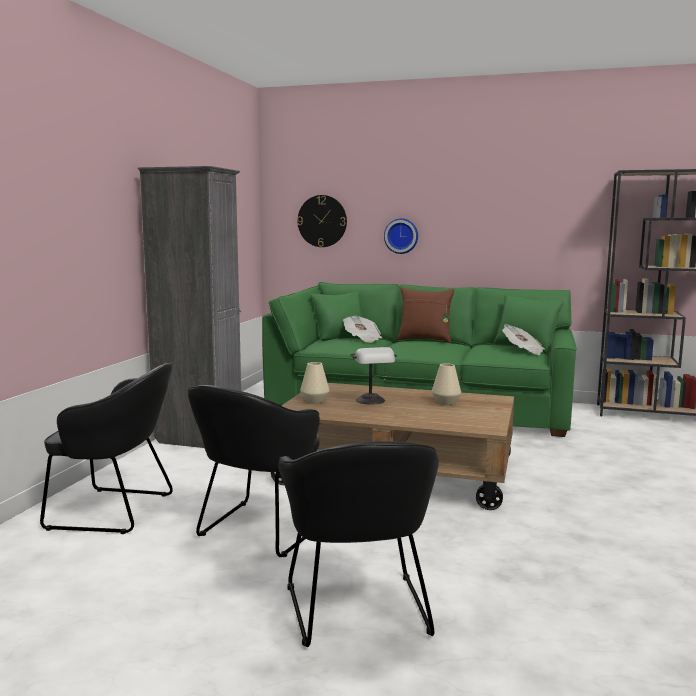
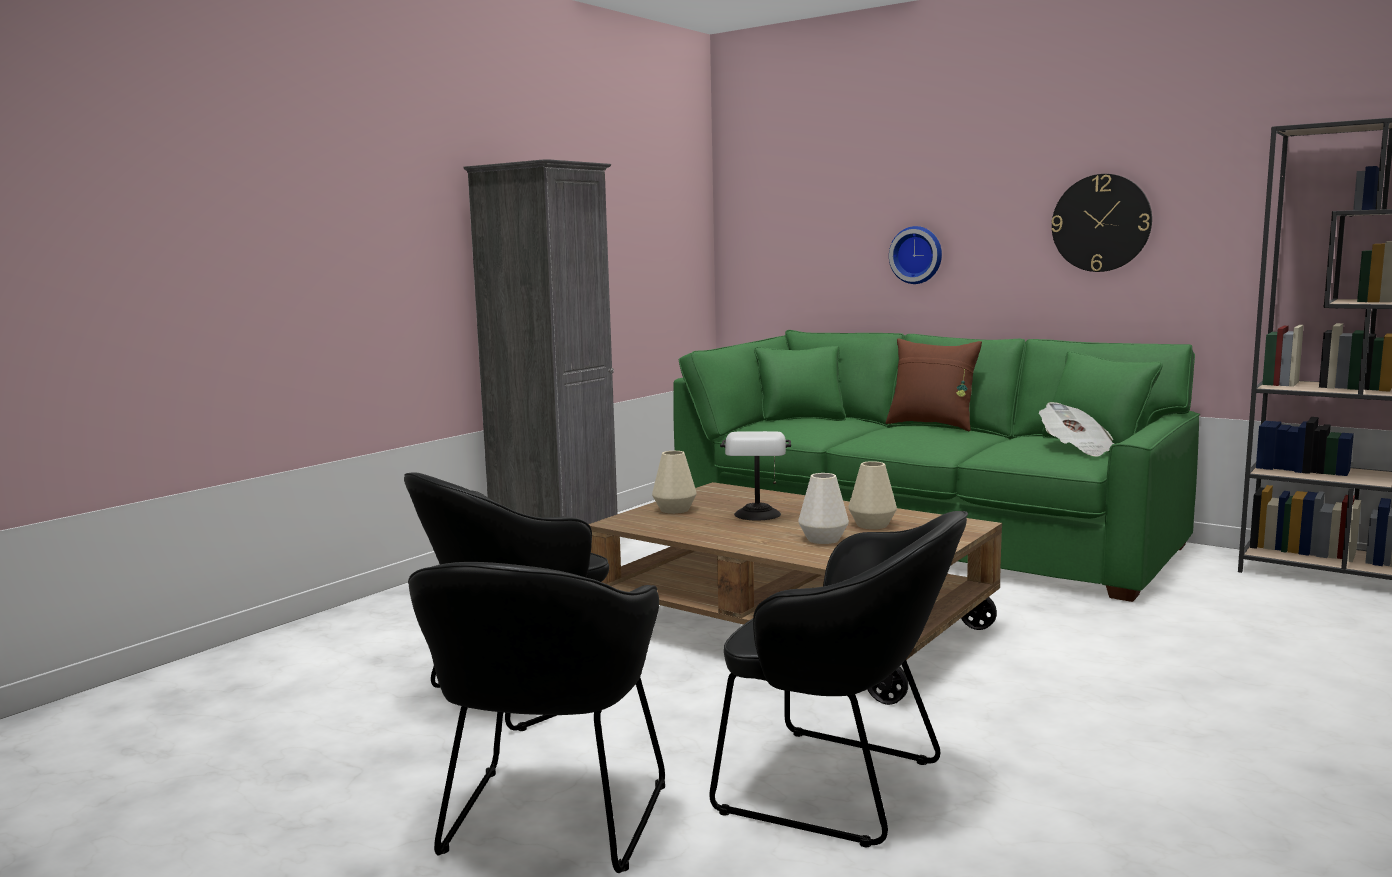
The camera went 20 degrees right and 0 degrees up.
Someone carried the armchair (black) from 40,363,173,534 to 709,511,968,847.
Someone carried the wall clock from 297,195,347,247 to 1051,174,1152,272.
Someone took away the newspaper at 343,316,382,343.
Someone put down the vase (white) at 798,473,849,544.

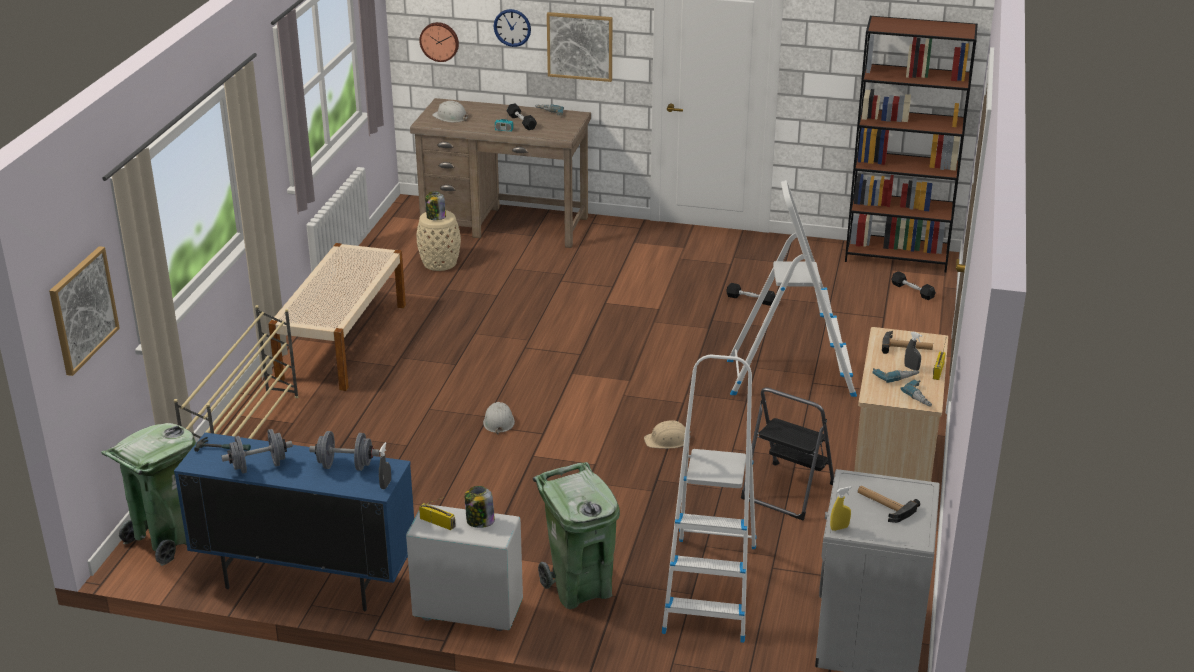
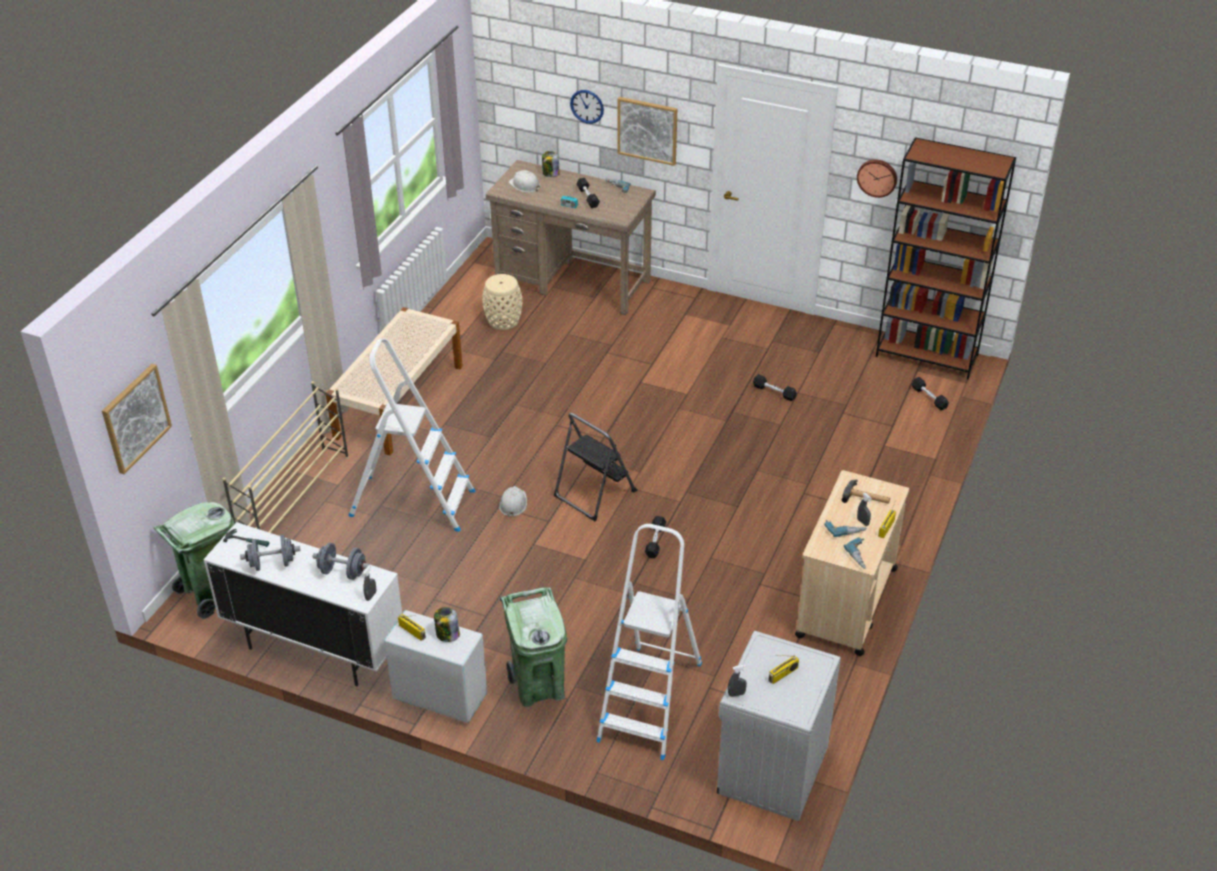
The camera went 10 degrees right and 10 degrees up.
Someone repainted the cabinet (blue) at 174,432,414,611, which became the cabinet (white) at 203,522,402,687.
Someone carried the wall clock from 419,22,459,62 to 857,160,897,198.
Someone carried the jar from 425,191,446,220 to 542,151,560,177.
Someone swapped the hard hat (beige) at 644,420,691,449 for the dumbbell (black) at 645,516,666,558.
Someone carried the step ladder (white) from 727,180,857,397 to 348,338,476,532.
Someone carried the step ladder (black) from 741,388,834,520 to 554,413,638,521.
Someone repainted the spray bottle (yellow) at 830,486,851,531, which became the spray bottle (grey) at 728,665,747,697.
Someone swapped the hammer at 858,486,920,523 for the radio at 768,655,799,684.

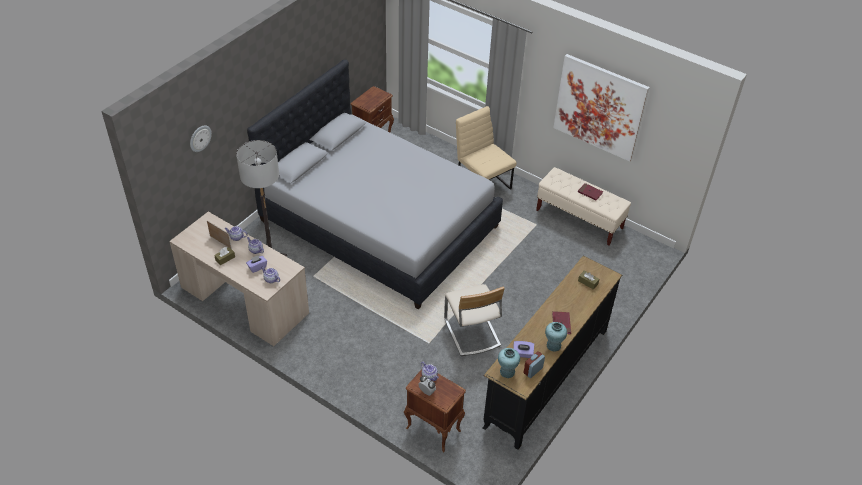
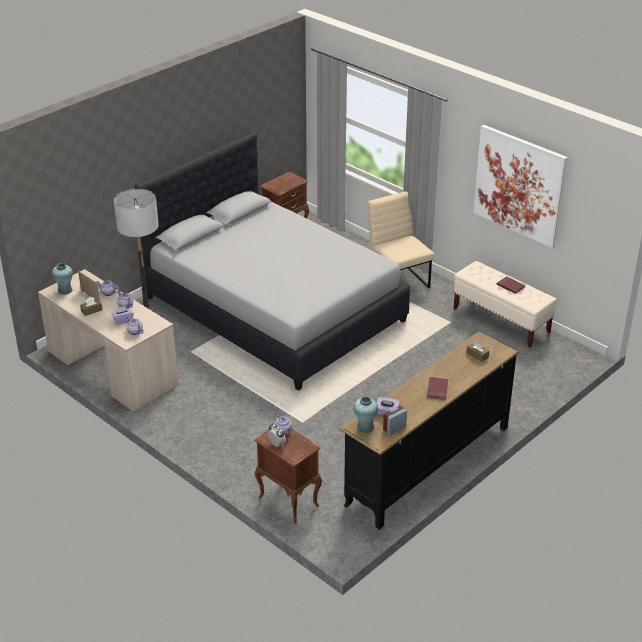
The camera went 10 degrees right and 10 degrees down.
Someone took away the wall clock at 190,126,212,152.
Someone took away the chair (beige) at 444,284,505,356.
Someone carried the vase (turquoise) from 545,322,567,352 to 52,263,73,295.

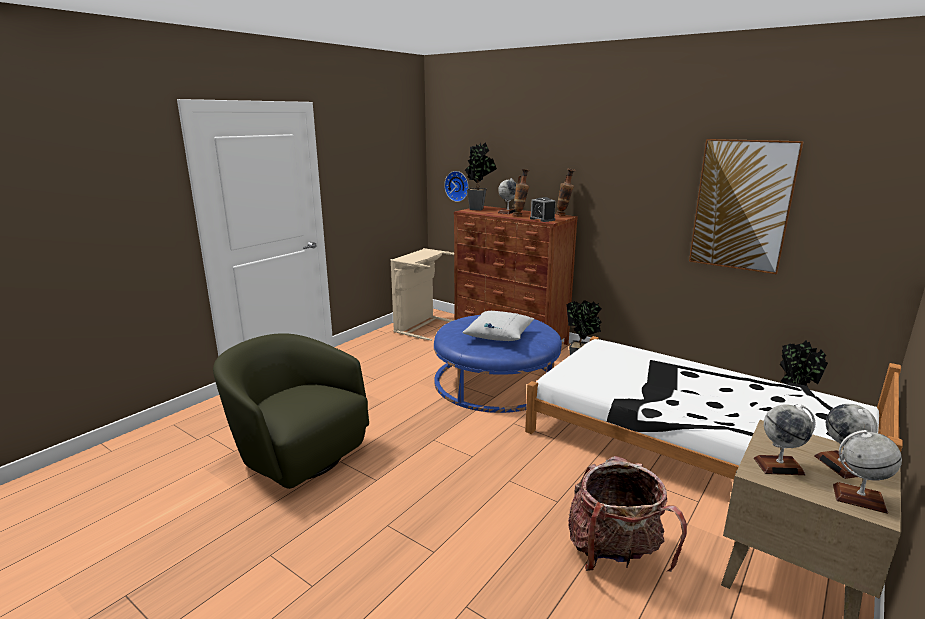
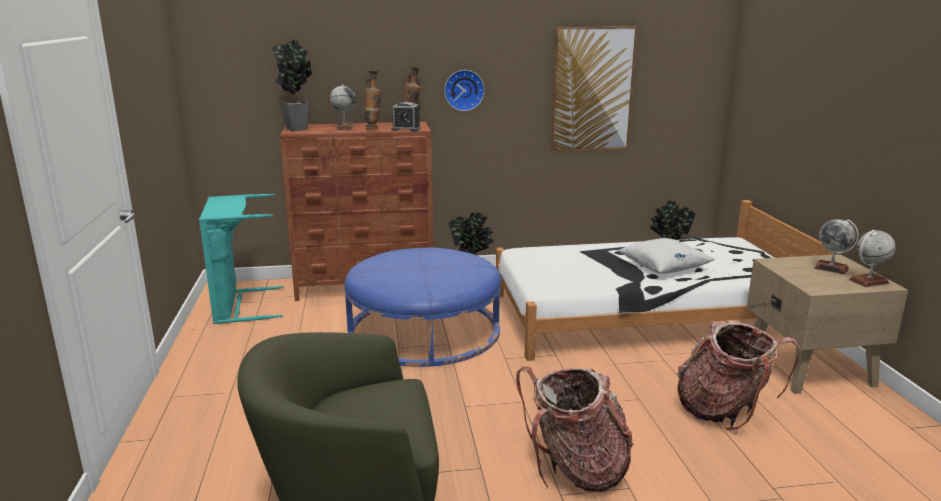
The camera went 45 degrees left and 0 degrees up.
Someone repainted the laundry basket (beige) at 390,248,454,341, which became the laundry basket (turquoise) at 199,194,284,324.
Someone carried the wall clock from 444,171,469,202 to 444,70,485,111.
Someone carried the pillow (grey) from 462,311,534,341 to 619,238,715,274.
Someone took away the globe at 754,404,815,475.
Someone put down the backpack at 516,366,633,492.

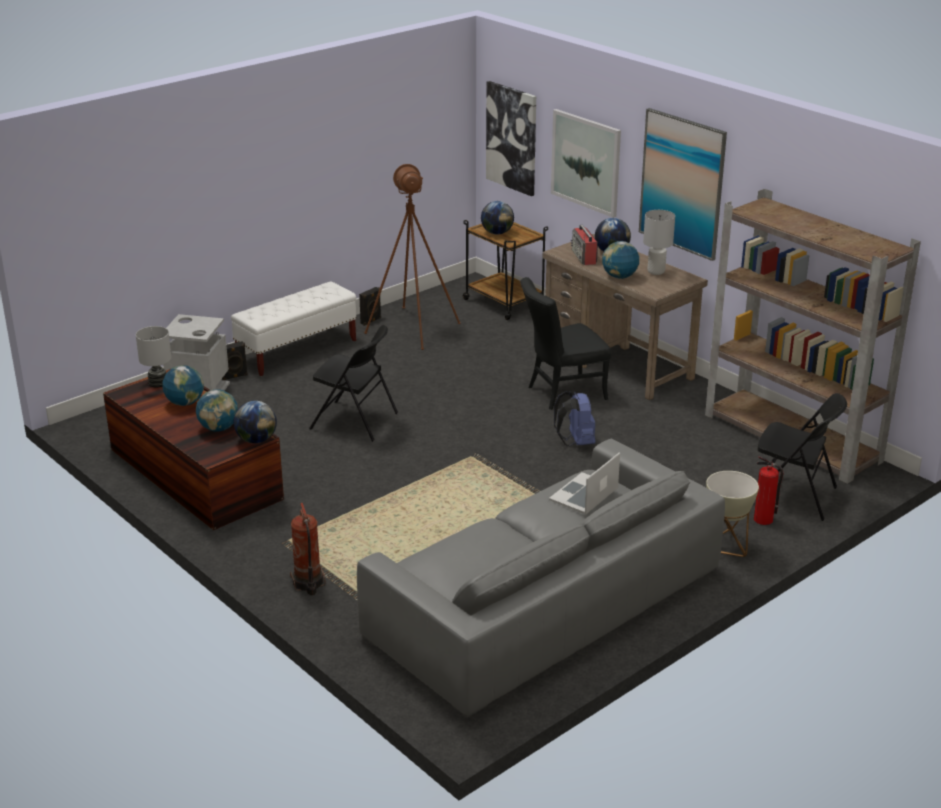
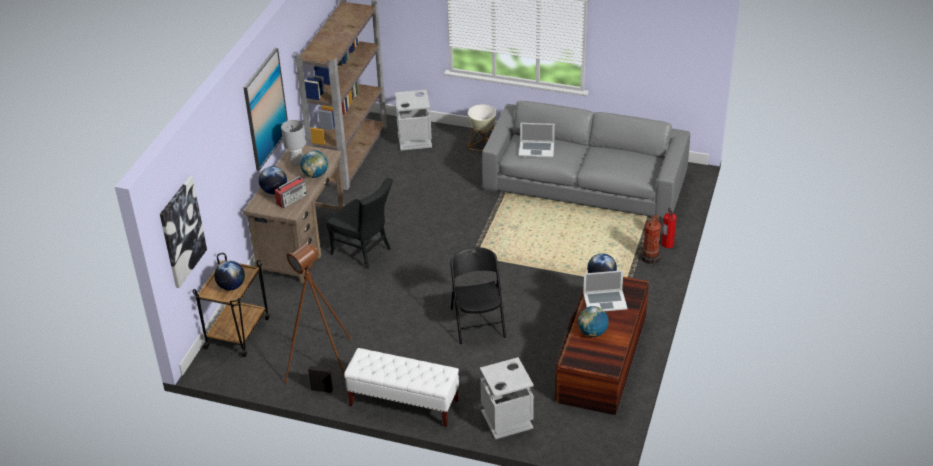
The camera went 120 degrees left and 10 degrees up.
Someone took away the table lamp (grey) at 136,326,172,387.
Someone swapped the globe at 196,389,238,431 for the laptop at 583,270,628,311.
Someone took away the speaker (black) at 222,341,248,380.
Someone took away the picture at 551,109,621,218.
Someone took away the backpack (blue) at 554,391,596,447.
Someone carried the fire extinguisher from 754,456,784,525 to 662,208,677,248.
Someone swapped the chair (black) at 758,393,847,521 for the trash can (grey) at 395,90,432,151.

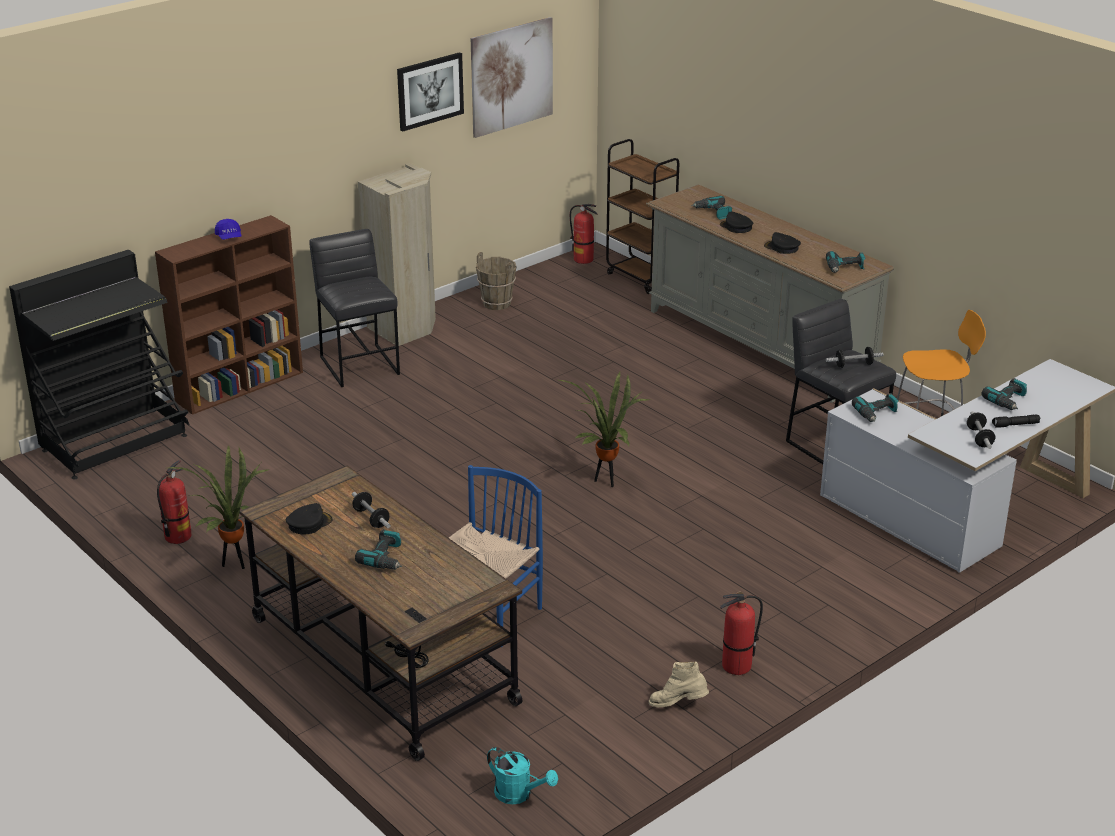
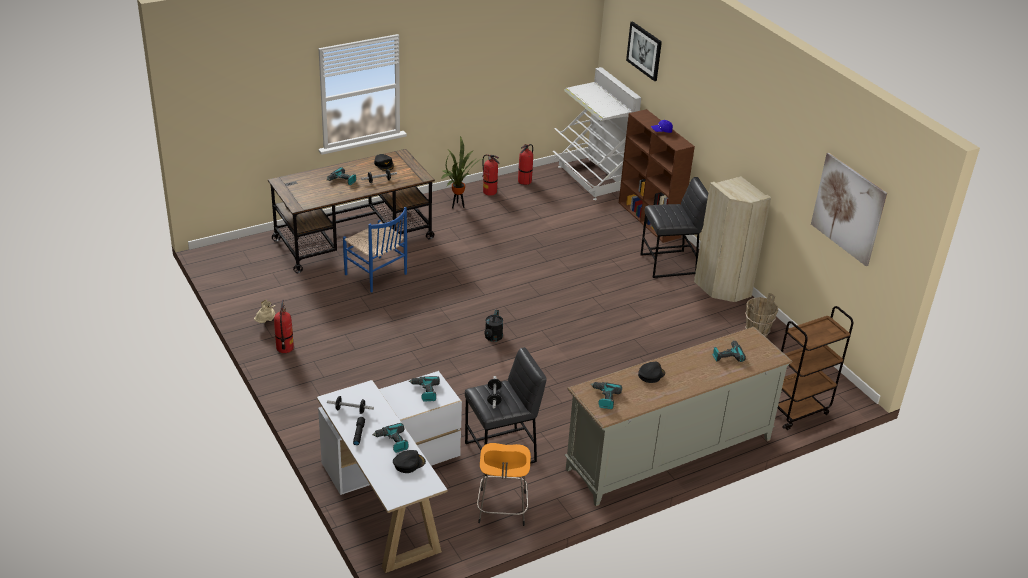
The camera went 100 degrees right and 5 degrees up.
Someone repainted the shoe rack (black) at 9,250,190,479, which became the shoe rack (white) at 553,67,641,200.
Someone carried the picture from 397,52,464,131 to 626,21,662,81.
Someone took away the watering can (turquoise) at 487,747,558,804.
Someone swapped the potted plant at 559,372,650,487 for the watering can (black) at 484,310,503,342.
Someone carried the fire extinguisher from 570,204,598,264 to 518,144,533,185.
Someone carried the cap (black) from 720,211,753,233 to 393,450,426,473.

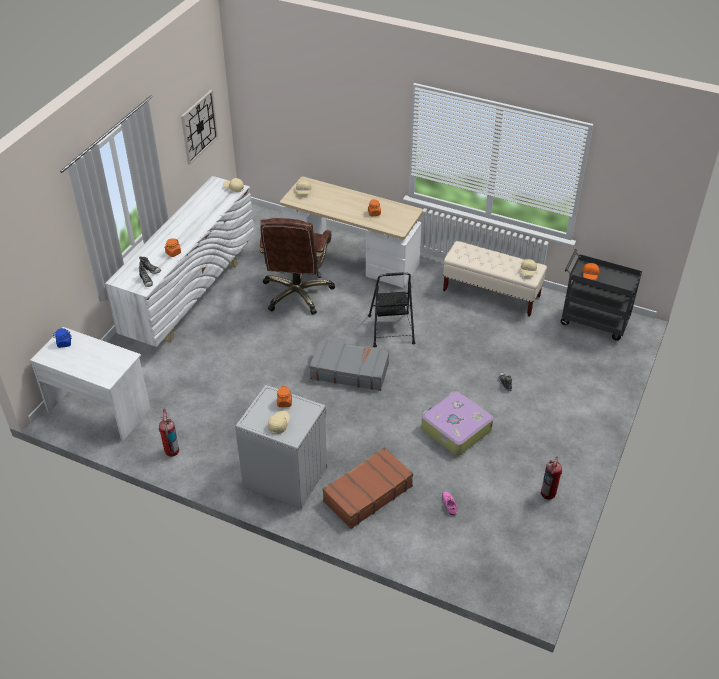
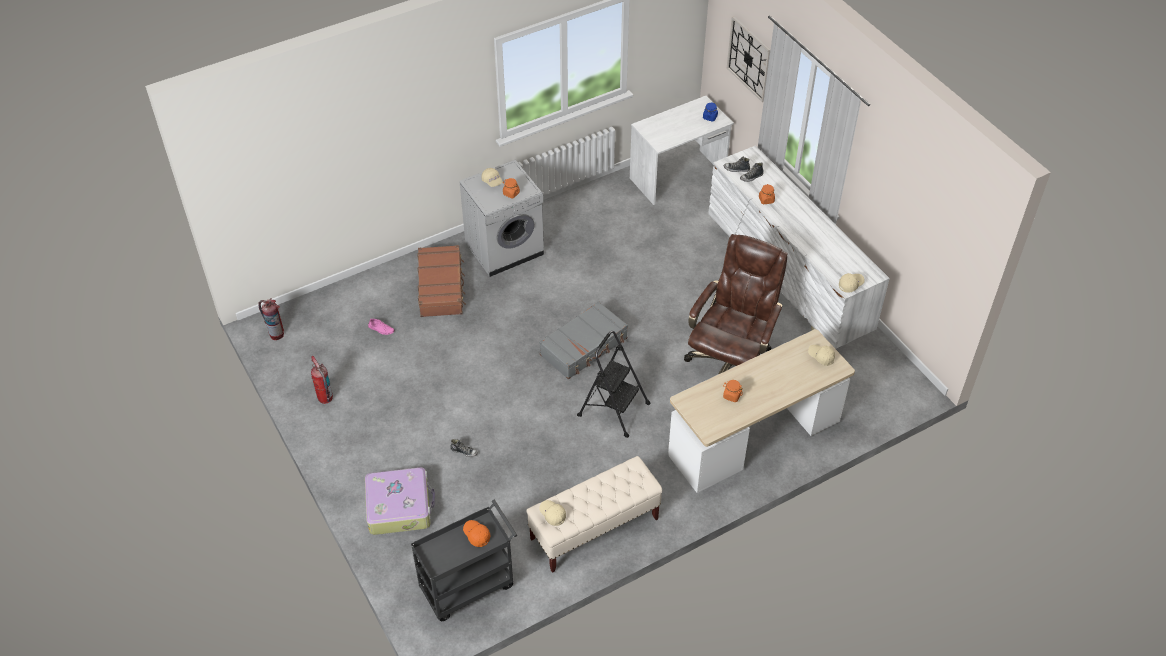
The camera went 125 degrees right and 5 degrees up.
Someone carried the fire extinguisher from 159,409,179,457 to 258,298,284,340.
Someone carried the wall clock from 181,90,218,165 to 727,16,771,102.
Someone rotated the office chair (brown) at 260,218,335,315 by 75 degrees clockwise.
Someone carried the suitcase from 421,391,493,456 to 365,467,435,535.

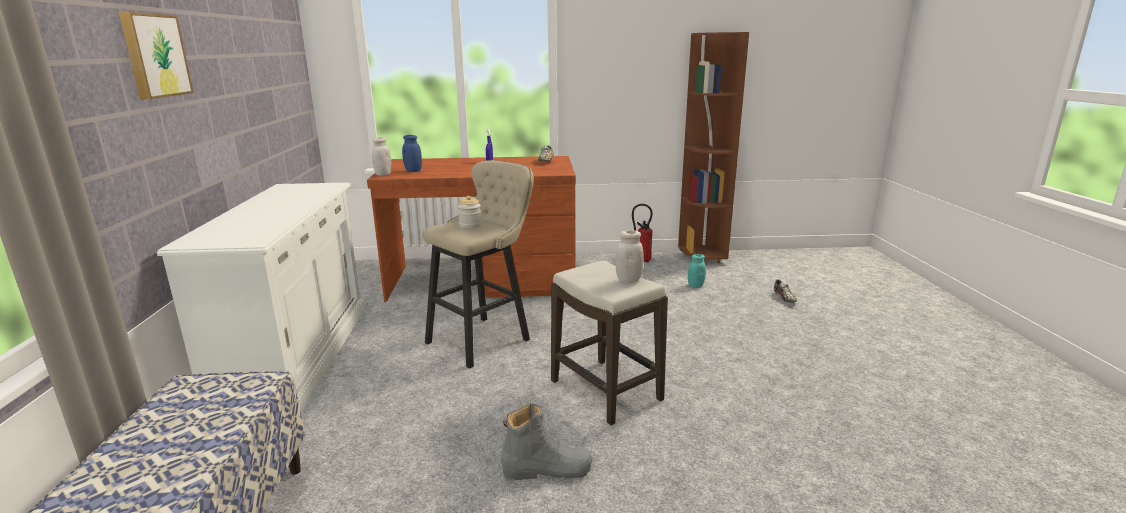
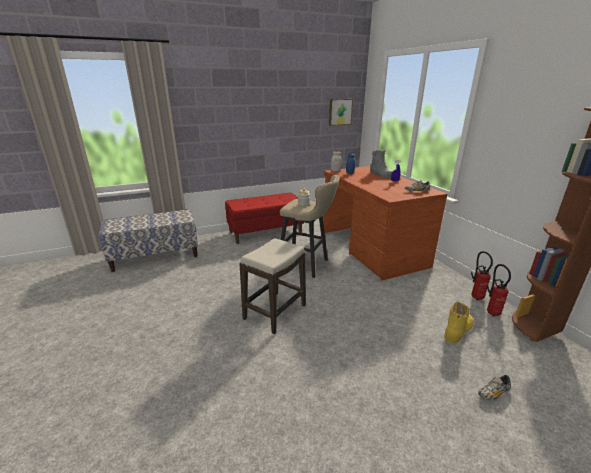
The camera went 70 degrees right and 5 degrees up.
Someone carried the picture from 119,12,194,99 to 329,99,353,126.
Someone swapped the cabinet (white) at 157,183,365,413 for the bench (red) at 225,193,304,244.
Someone carried the boot (grey) from 501,403,592,480 to 370,150,392,178.
Someone took away the jar (white) at 616,230,644,283.
Someone swapped the jar (turquoise) at 688,254,706,288 for the boot (yellow) at 444,302,474,343.
Someone put down the fire extinguisher at 487,264,511,317.

